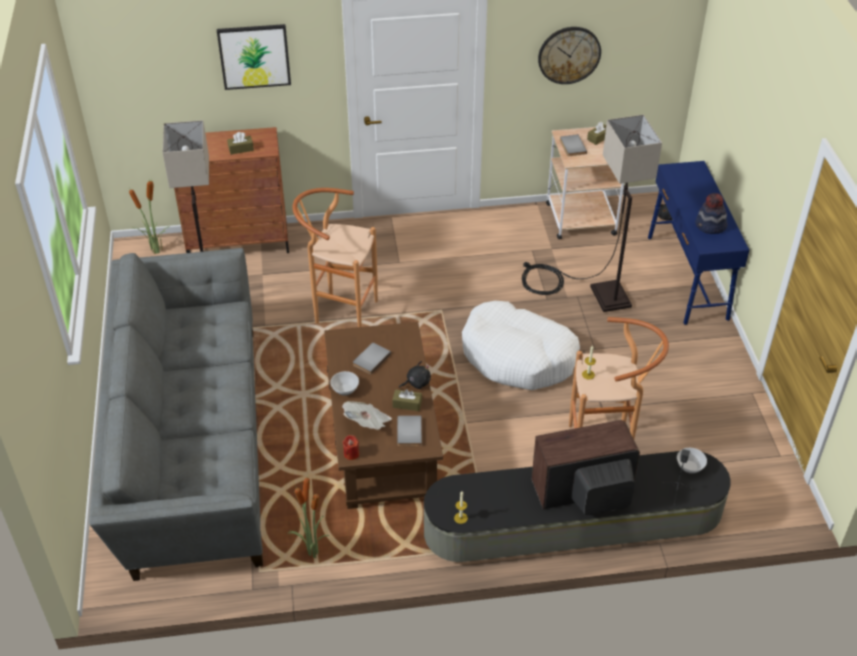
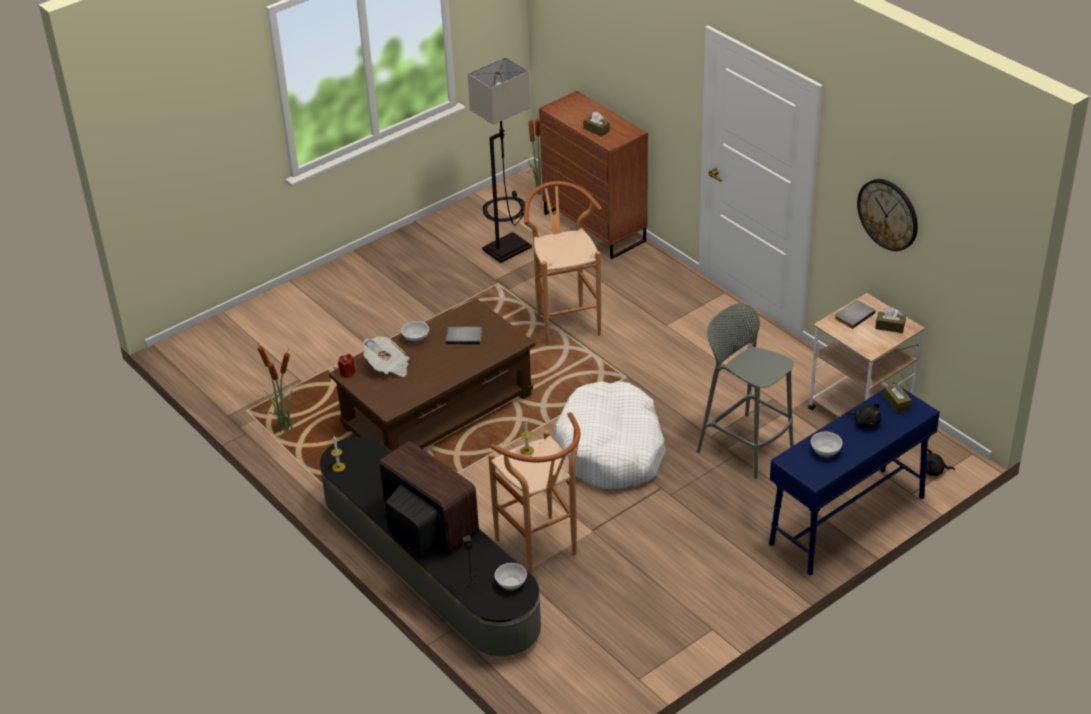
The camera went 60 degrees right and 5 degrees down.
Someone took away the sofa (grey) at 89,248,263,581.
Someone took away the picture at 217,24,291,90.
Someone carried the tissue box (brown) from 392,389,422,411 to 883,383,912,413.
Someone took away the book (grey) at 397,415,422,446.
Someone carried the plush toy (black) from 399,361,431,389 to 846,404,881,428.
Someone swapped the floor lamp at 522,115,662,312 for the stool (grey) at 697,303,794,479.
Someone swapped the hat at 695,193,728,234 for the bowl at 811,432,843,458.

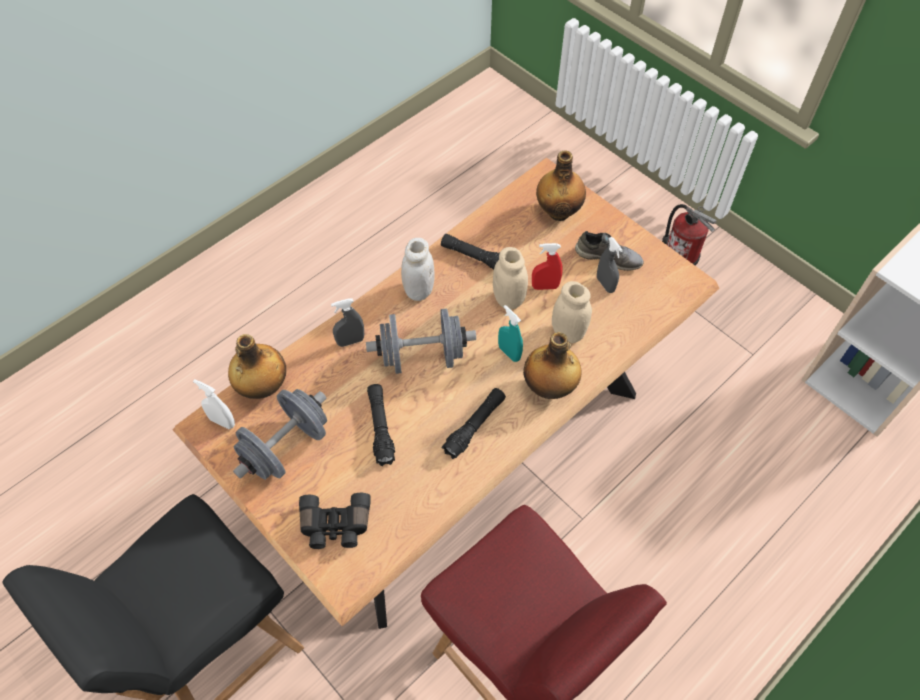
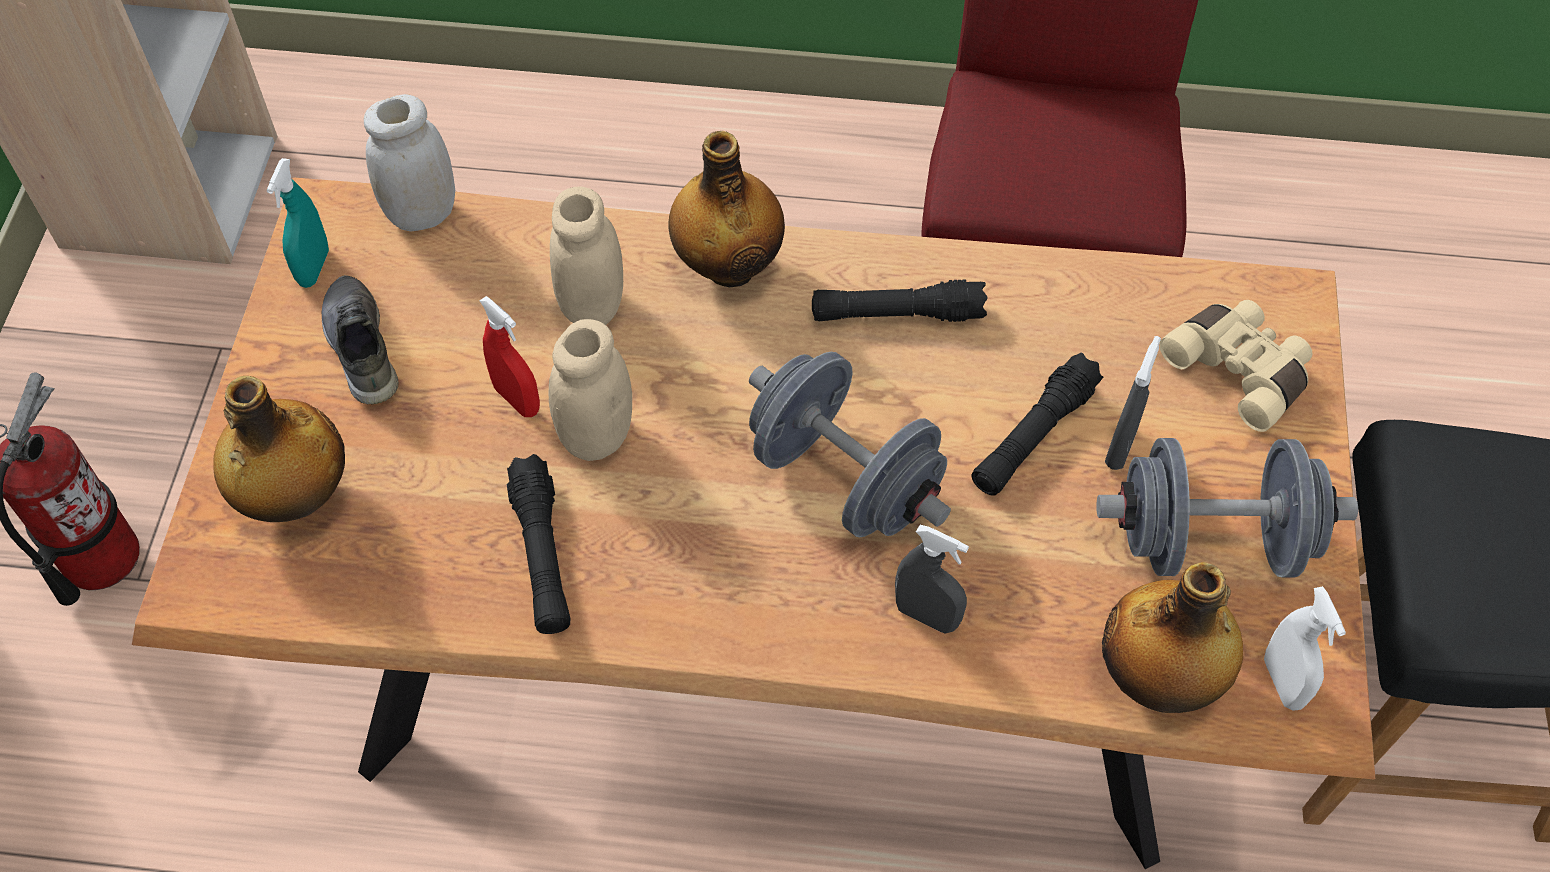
The camera went 130 degrees left and 0 degrees up.
Someone repainted the binoculars (black) at 299,493,371,549, which became the binoculars (beige) at 1159,300,1312,432.
Someone carried the jar (white) from 401,238,435,301 to 364,94,455,232.
Someone carried the spray bottle (turquoise) from 498,305,523,362 to 267,158,329,288.
Someone carried the spray bottle (grey) from 597,237,623,293 to 1105,336,1161,470.

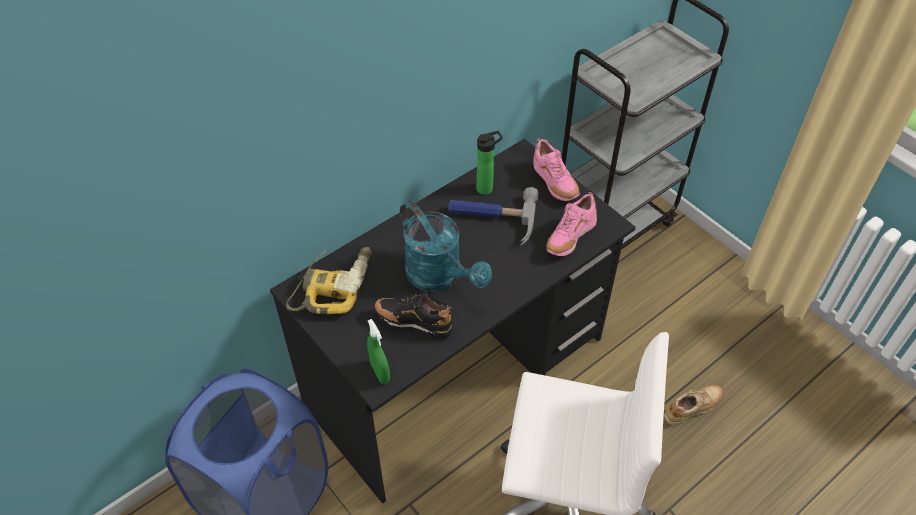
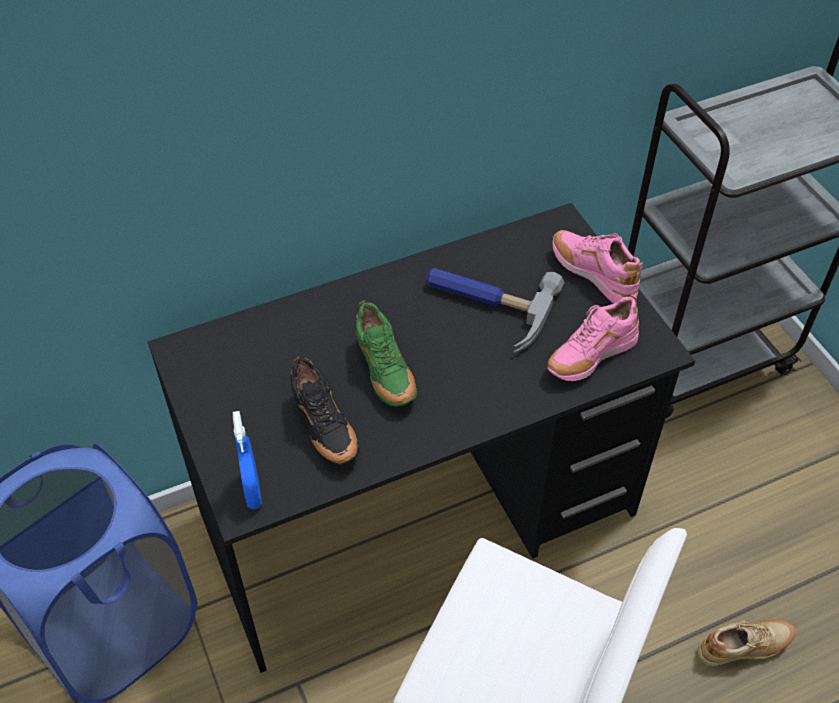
The camera went 15 degrees right and 0 degrees up.
Someone took away the power drill at 286,247,371,315.
Someone repainted the spray bottle (green) at 367,319,390,384, which became the spray bottle (blue) at 233,411,262,509.
Someone rotated the shoe (black) at 374,290,453,340 by 150 degrees counterclockwise.
Someone swapped the watering can (turquoise) at 400,201,492,292 for the shoe (green) at 356,300,417,407.
Someone took away the bottle at 476,131,503,195.
Someone rotated the shoe (pink) at 533,138,580,201 by 150 degrees clockwise.

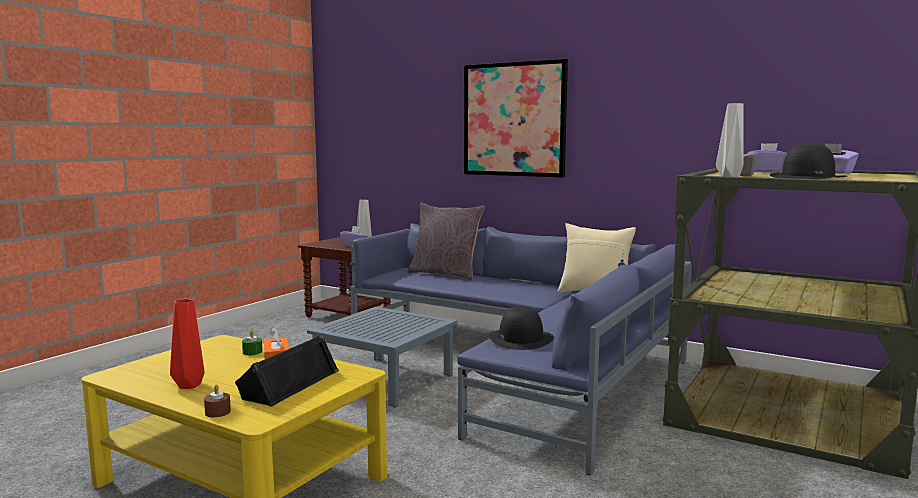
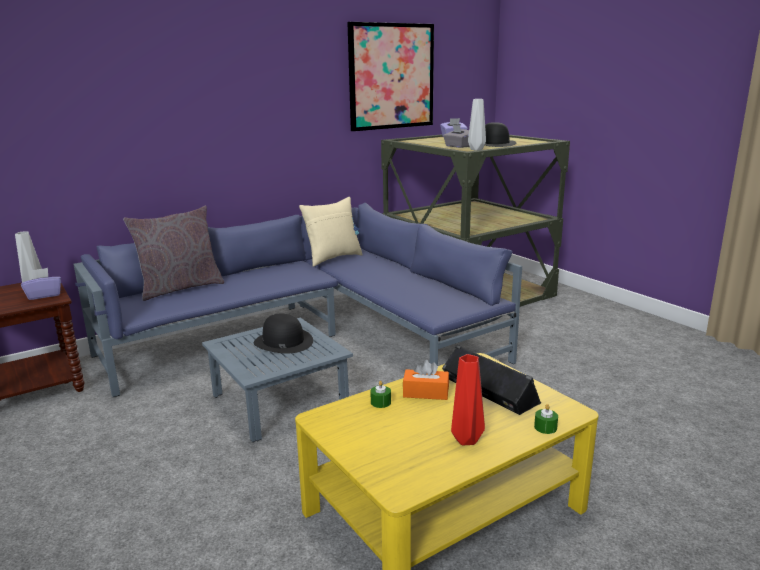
The camera went 65 degrees left and 10 degrees up.
Someone repainted the candle (brown) at 204,384,231,417, which became the candle (green) at 534,404,558,434.
Someone carried the picture from 464,59,568,178 to 347,22,434,131.
Someone carried the hat (black) from 489,306,554,350 to 254,314,313,353.
Someone took away the tissue box (purple) at 747,143,787,173.

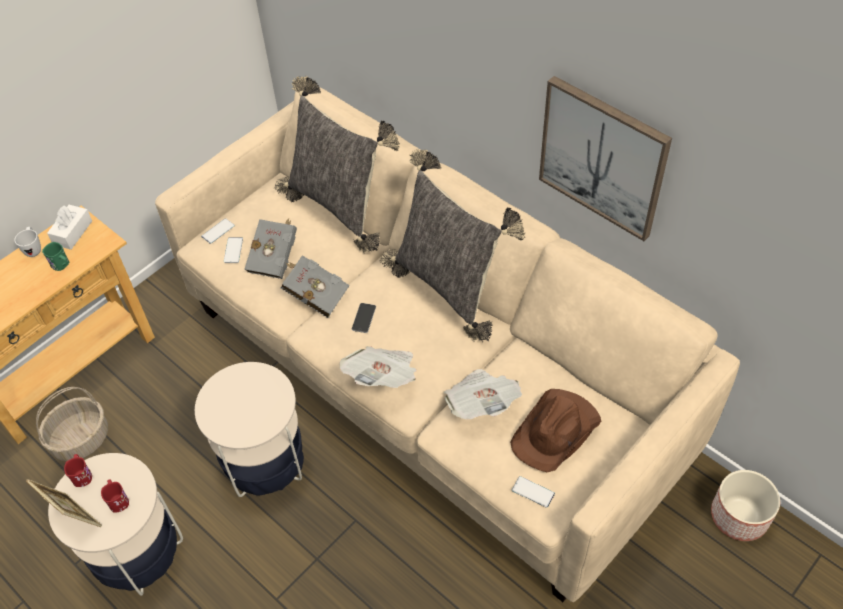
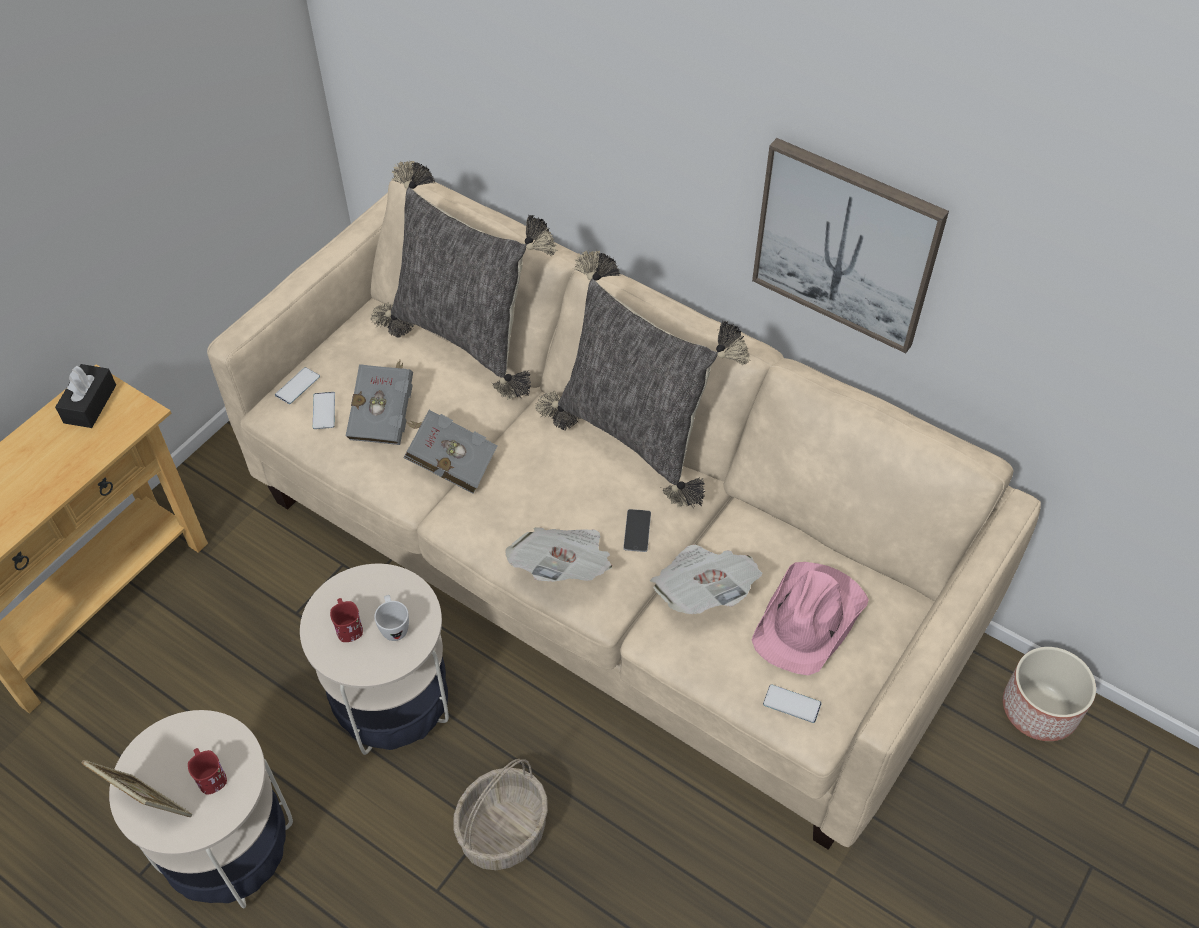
The camera went 10 degrees left and 0 degrees up.
Someone carried the mug (white) from 14,227,41,257 to 374,595,409,641.
Someone carried the basket from 36,387,108,461 to 453,759,548,870.
Someone took away the mug (green) at 42,242,69,271.
Someone repainted the tissue box (white) at 47,205,92,250, which became the tissue box (black) at 55,364,116,428.
Someone carried the mug (red) from 64,454,92,487 to 330,598,363,642.
Someone carried the phone from 352,303,376,333 to 623,509,651,552.
Someone repainted the hat (brown) at 510,389,601,472, which became the hat (pink) at 751,562,869,675.

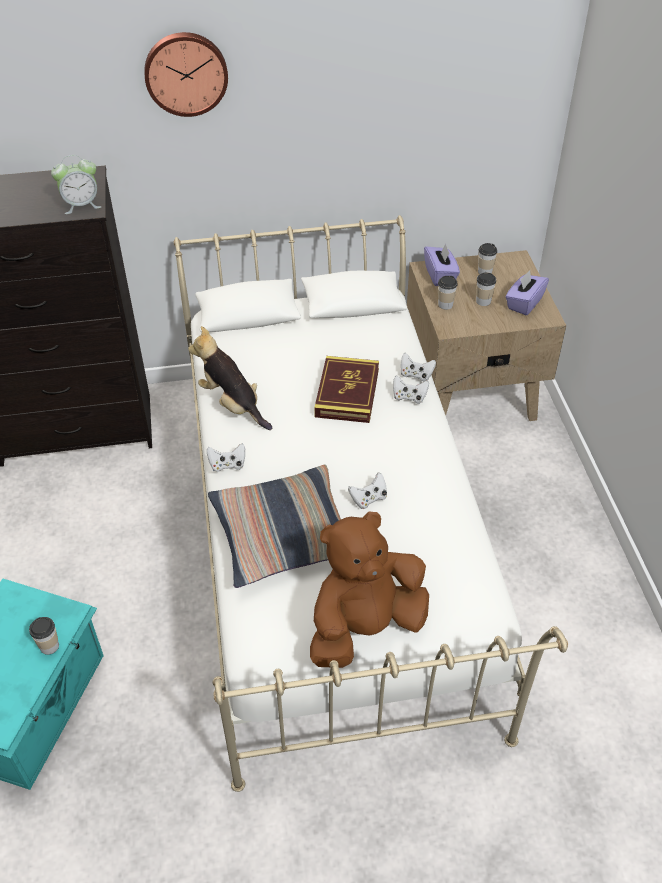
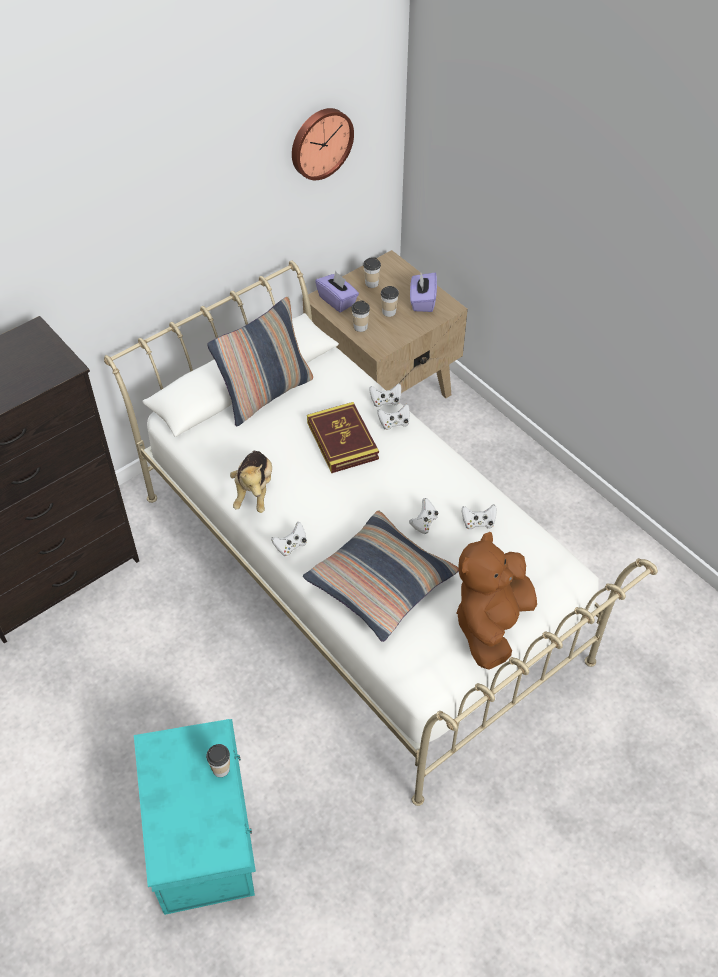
The camera went 30 degrees left and 5 degrees up.
Someone took away the alarm clock at 51,155,101,214.
Someone carried the wall clock from 144,32,228,117 to 292,108,354,180.
Someone rotated the plush toy at 188,326,272,430 by 105 degrees counterclockwise.
Someone put down the pillow at 207,297,313,426.
Someone put down the game controller (white) at 462,504,497,530.

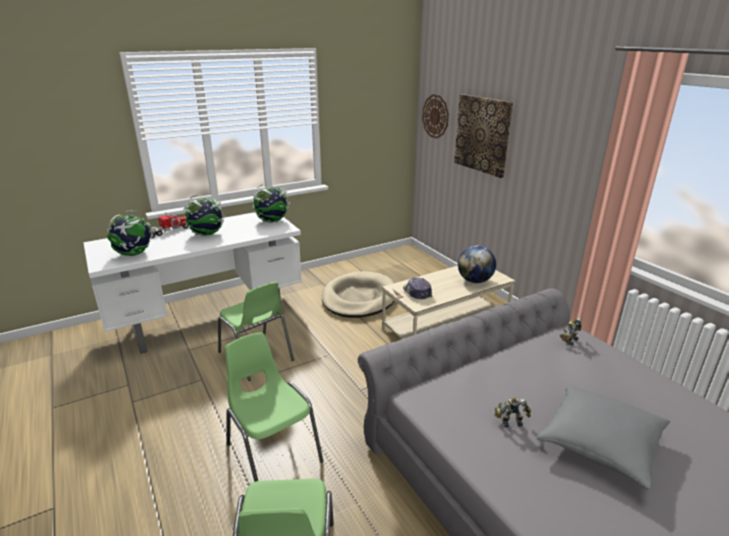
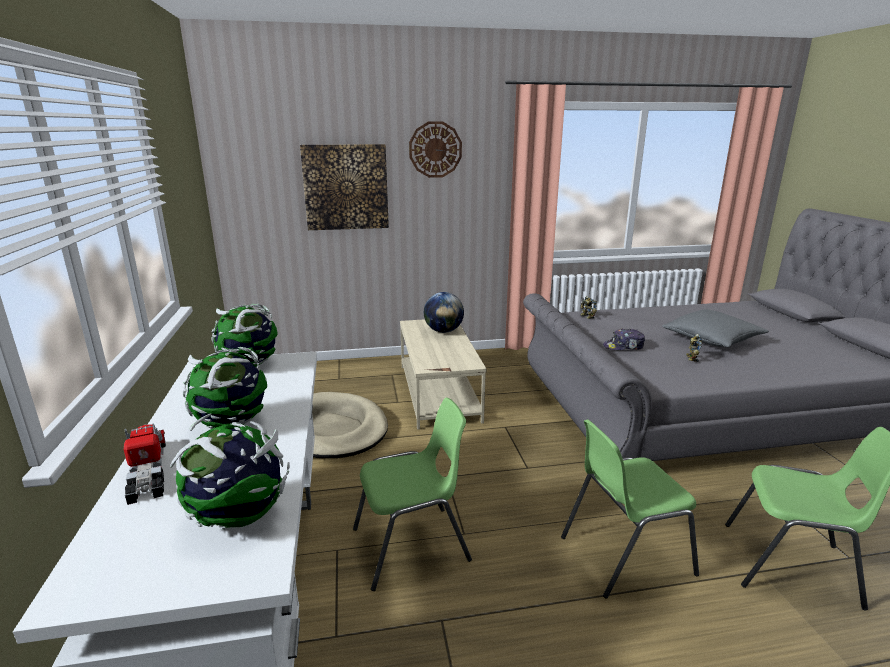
The camera went 70 degrees left and 5 degrees down.
Someone carried the cap from 403,277,432,299 to 603,328,645,350.
Someone carried the wall clock from 422,94,449,138 to 409,121,462,178.

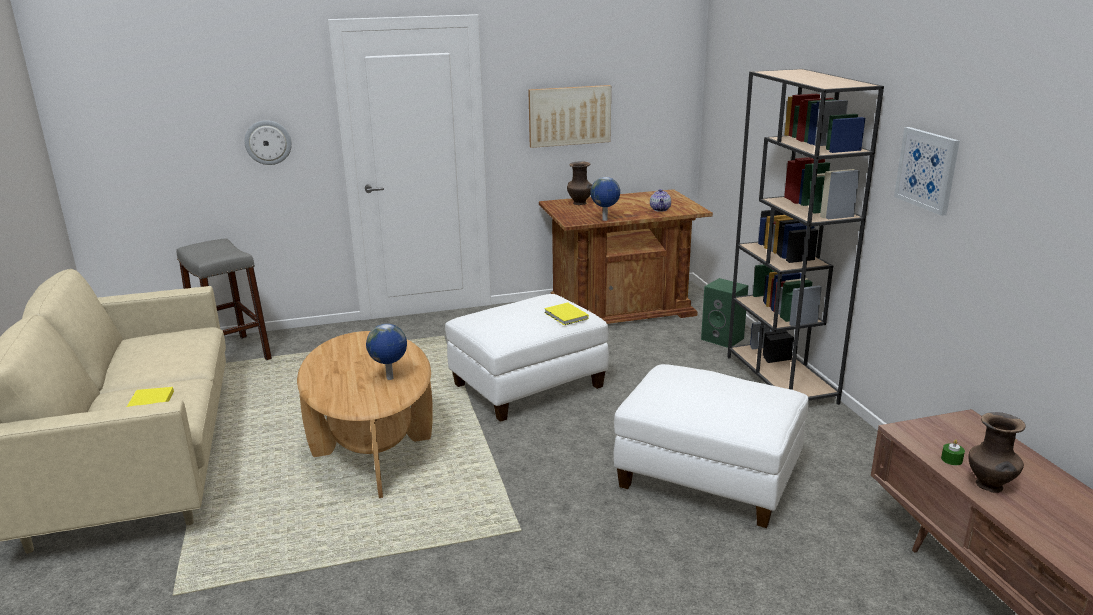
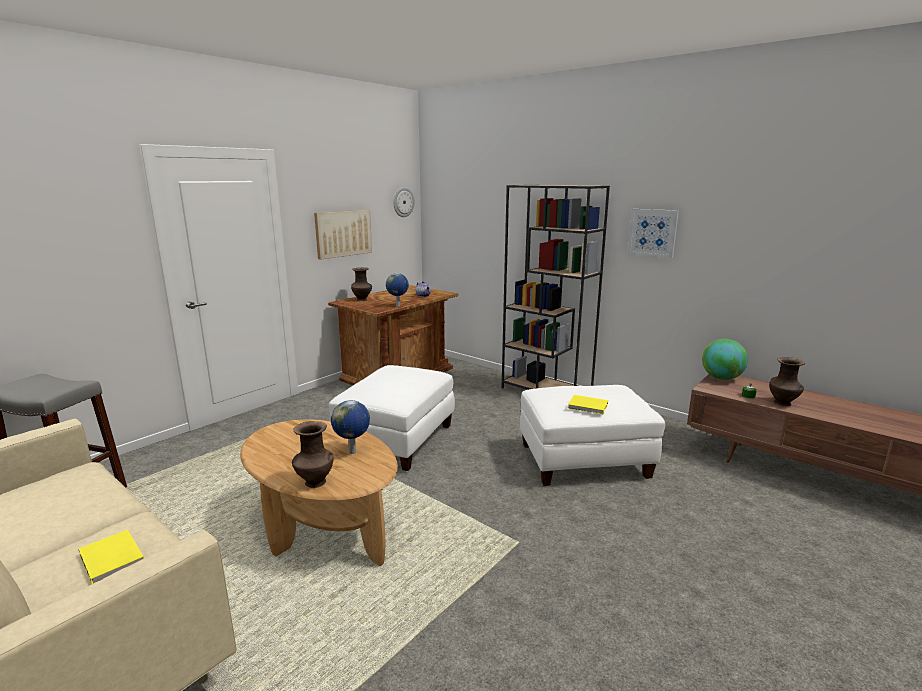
The camera went 35 degrees left and 5 degrees down.
Someone carried the wall clock from 244,120,292,165 to 393,187,415,217.
Someone carried the book (yellow) from 544,302,589,325 to 568,395,608,414.
Someone took away the speaker (green) at 701,278,748,348.
Someone put down the vase (brown) at 292,421,334,488.
Someone put down the globe at 702,339,748,380.

